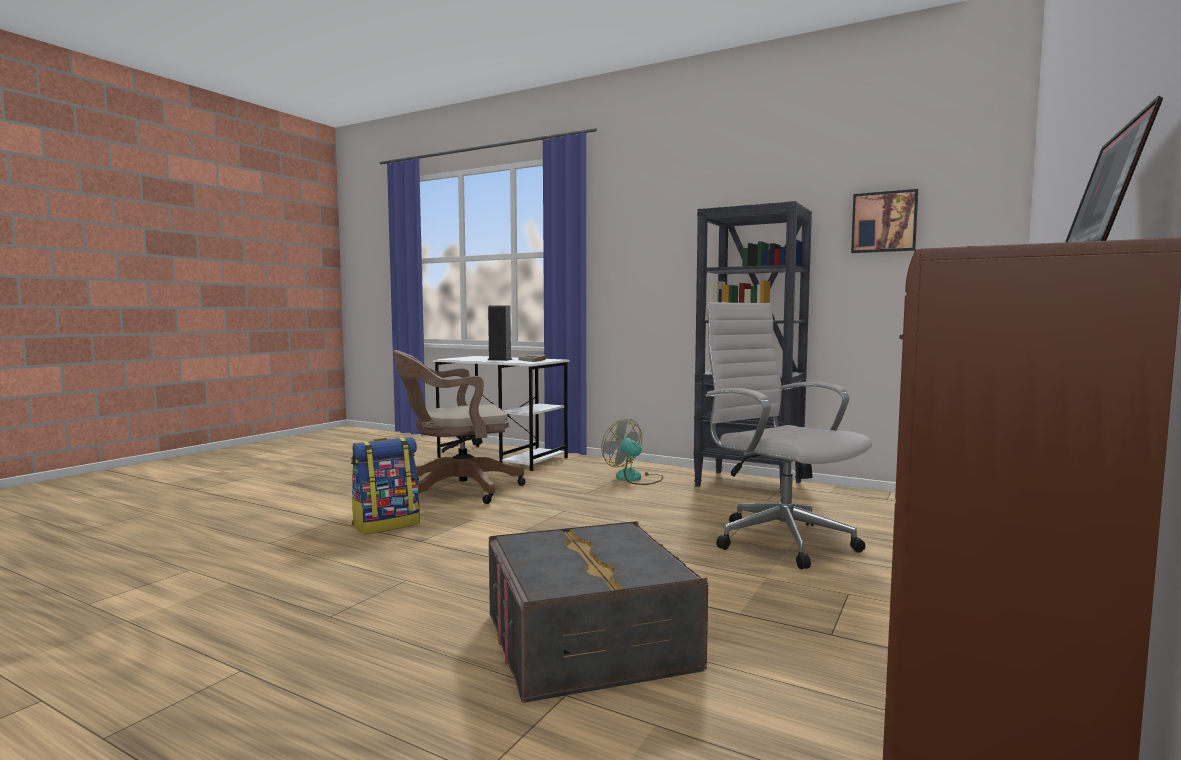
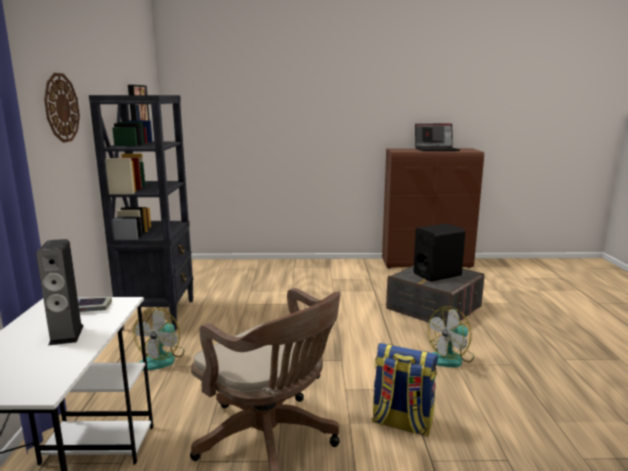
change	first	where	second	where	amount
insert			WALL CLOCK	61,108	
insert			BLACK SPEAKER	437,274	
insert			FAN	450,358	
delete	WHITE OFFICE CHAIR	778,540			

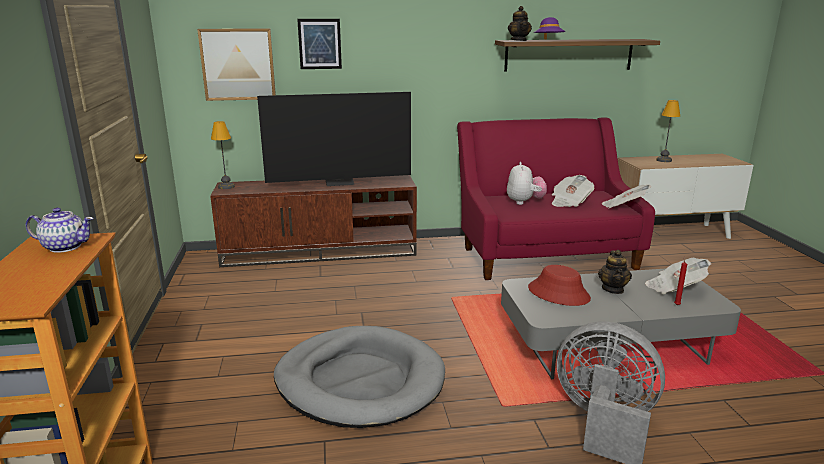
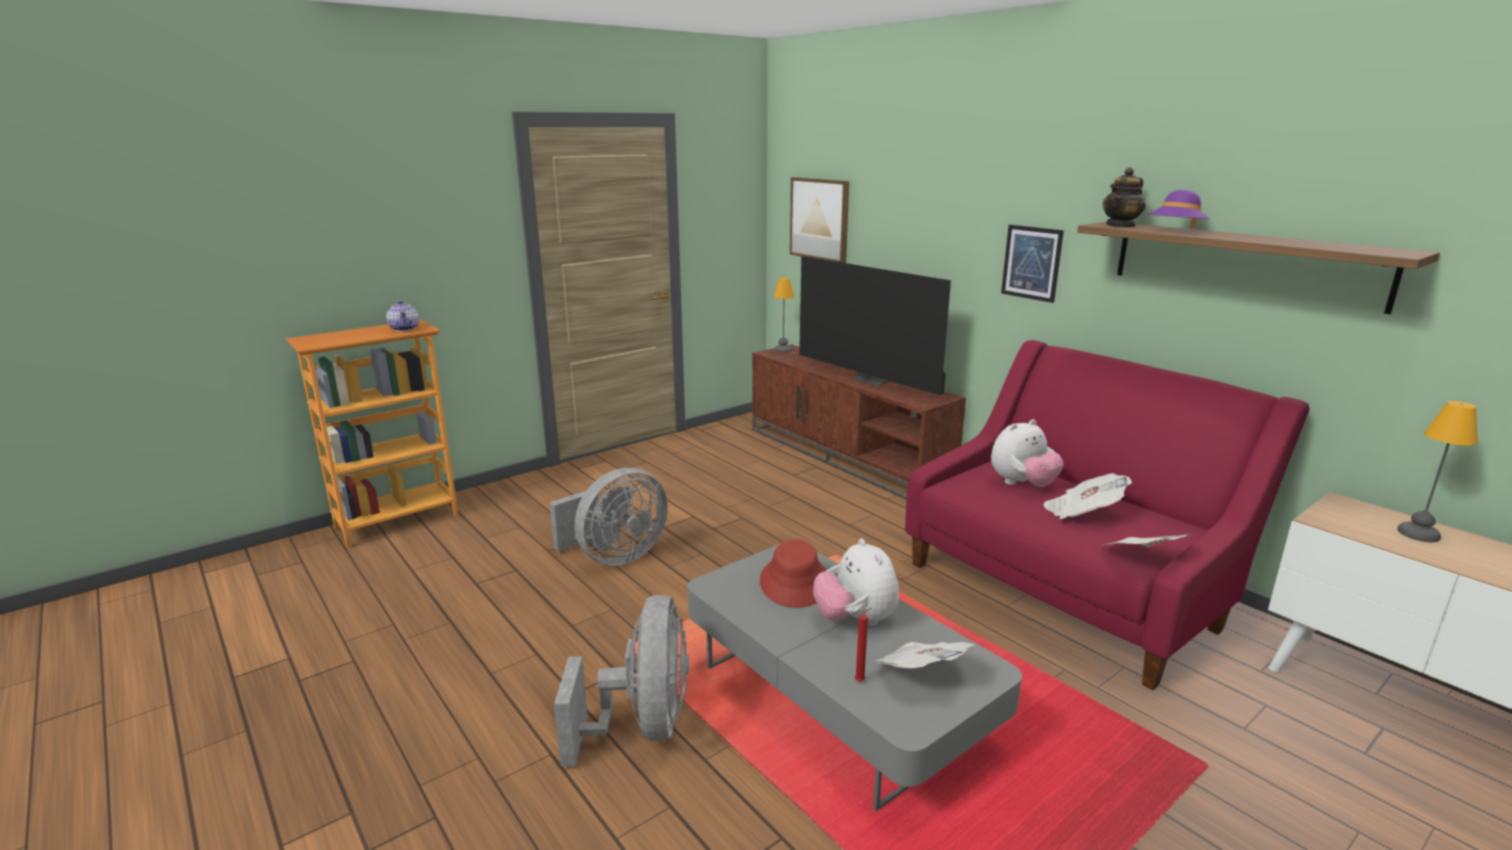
change	first	where	second	where	amount
replace	GREY DOG BED	360,381	GREY FAN	615,557	
replace	TEAPOT	613,289	PLUSH TOY	855,619	
move	PICTURE	319,44		1031,263	

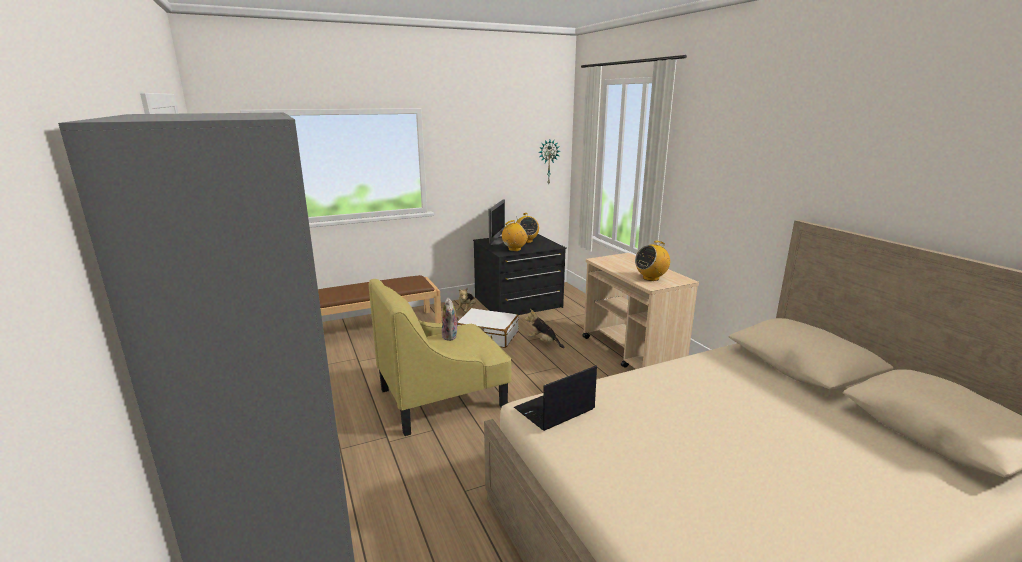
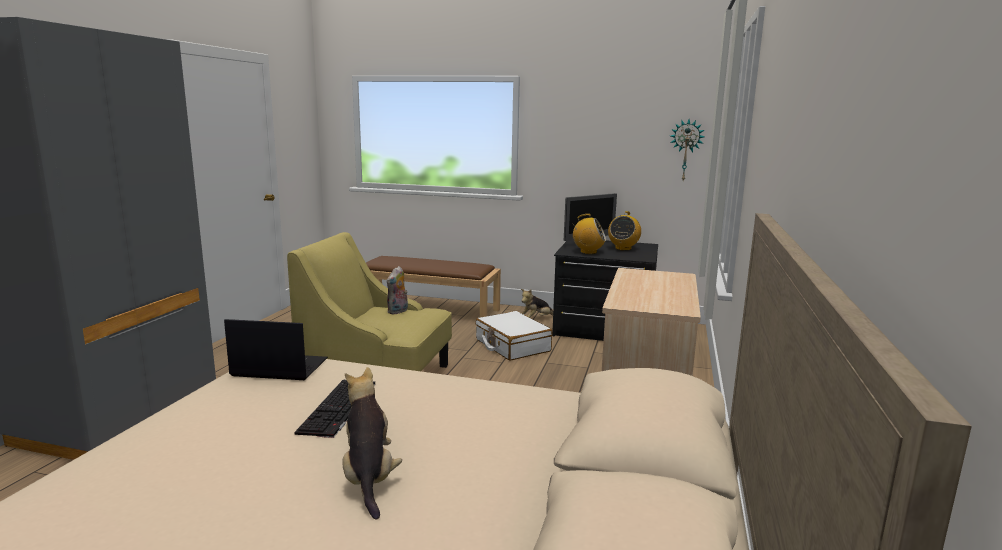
change	first	where	second	where	amount
insert			KEYBOARD	339,408	
move	PLUSH TOY	543,342		369,477	
delete	RADIO	651,278			

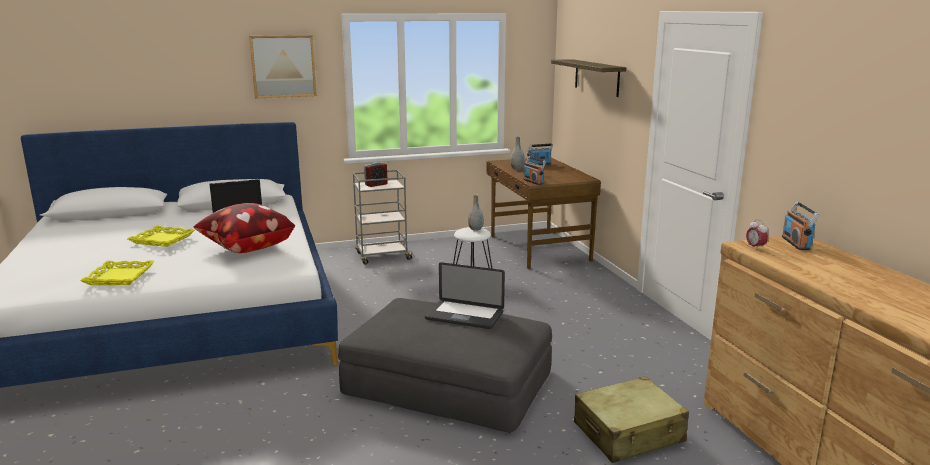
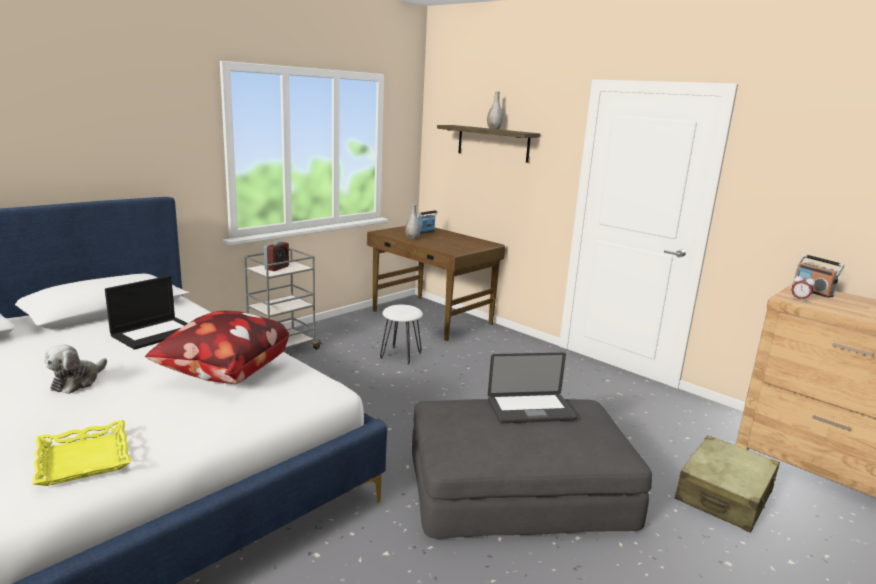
change	first	where	second	where	amount
replace	YELLOW TRAY	163,240	PLUSH TOY	77,381	
move	GREY VASE	475,229		494,129	
delete	PICTURE	283,66			
delete	RADIO	533,181			

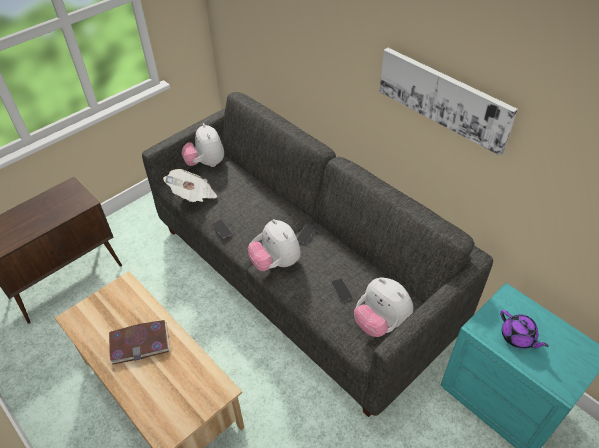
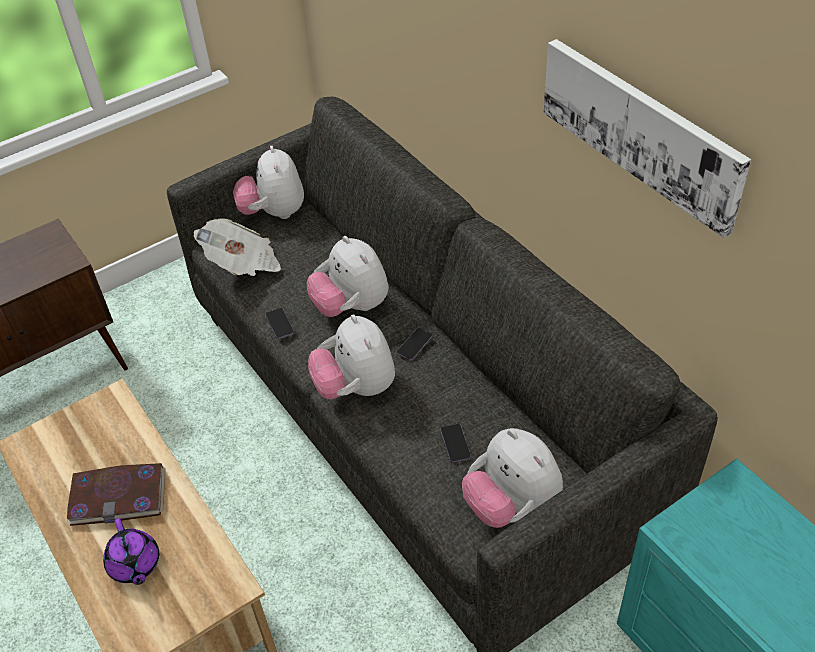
change	first	where	second	where	amount
move	PURPLE TEAPOT	518,337		134,564	
insert			PLUSH TOY	351,306	

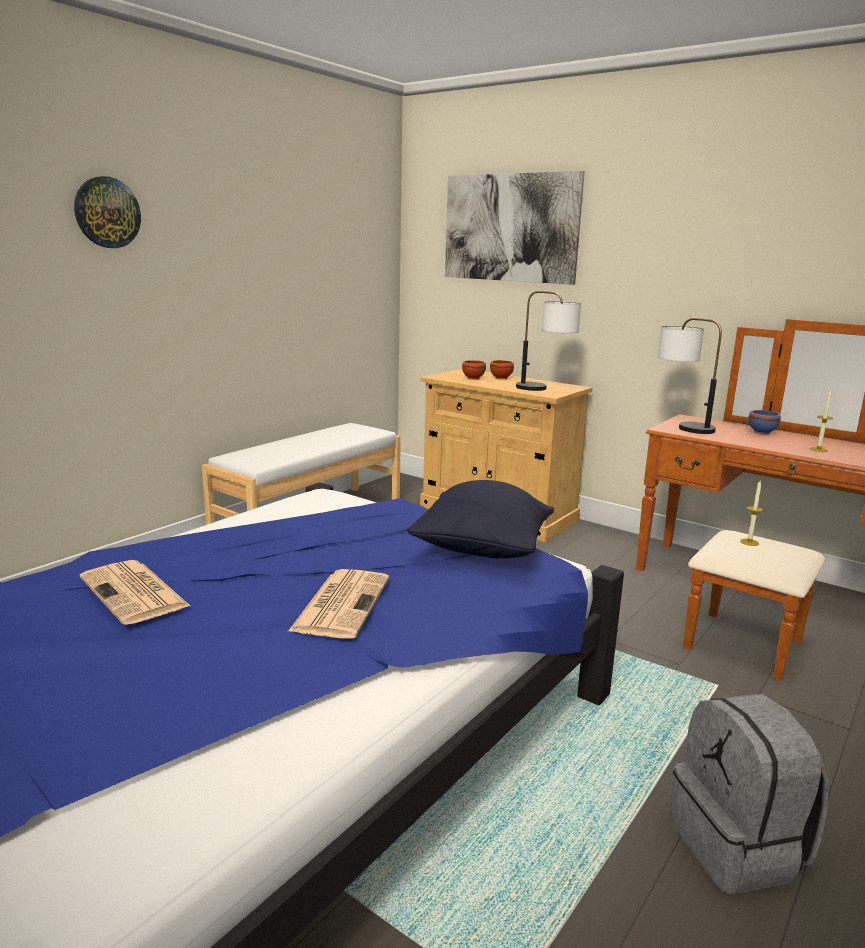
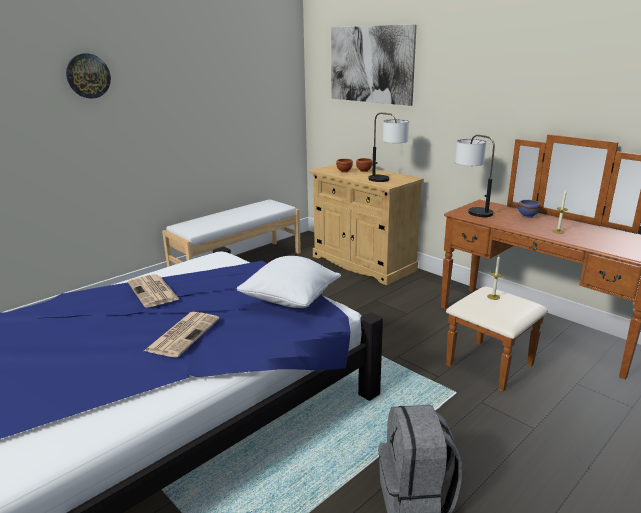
change	first	where	second	where	amount
move	NEWSPAPER	135,593		153,291	
recolor	BLACK PILLOW	482,551	WHITE PILLOW	290,301	

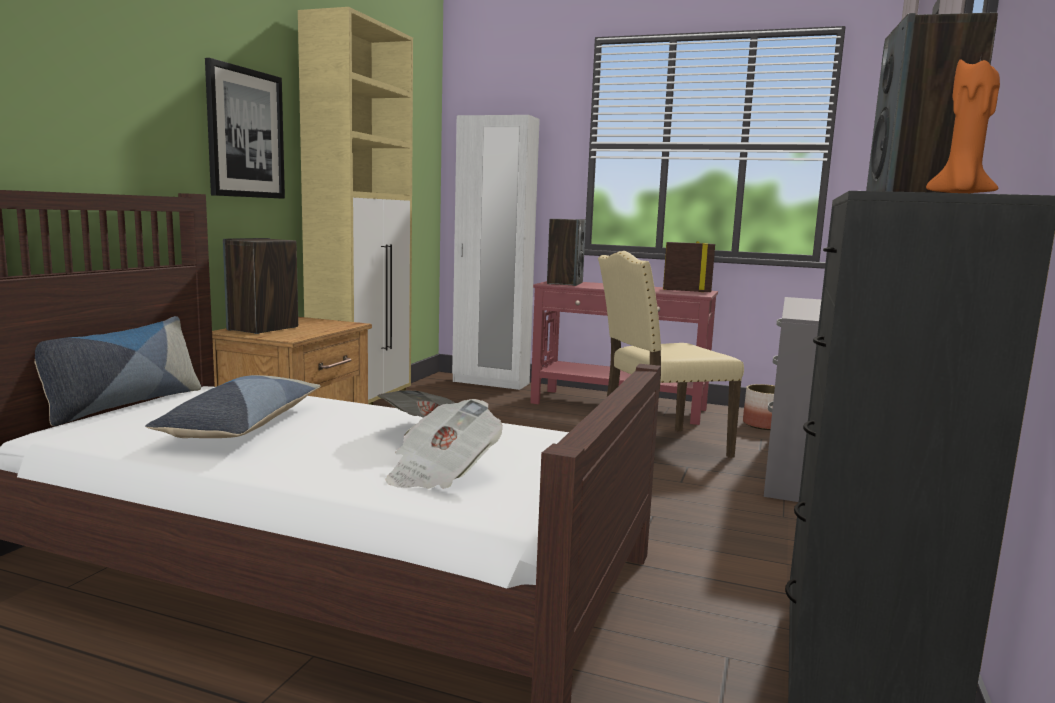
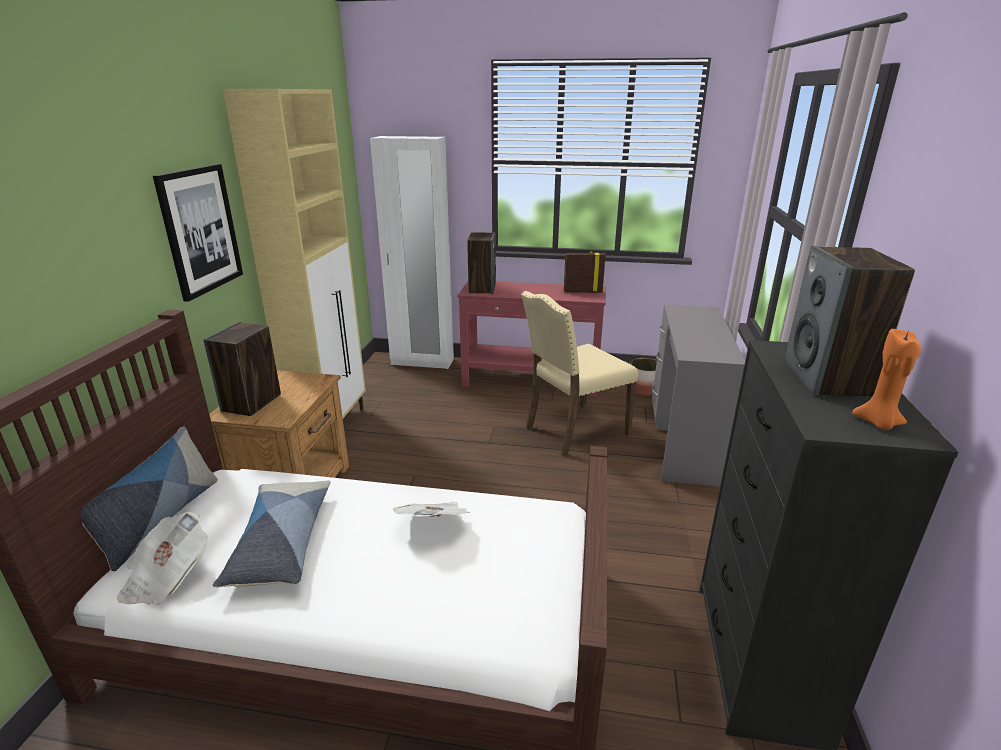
change	first	where	second	where	amount
move	NEWSPAPER	441,473		167,577	

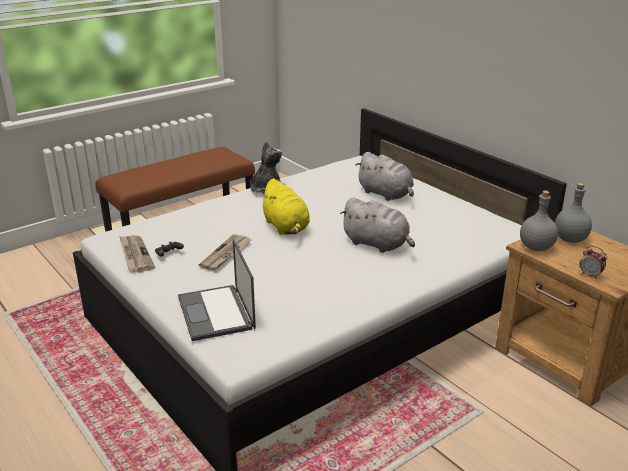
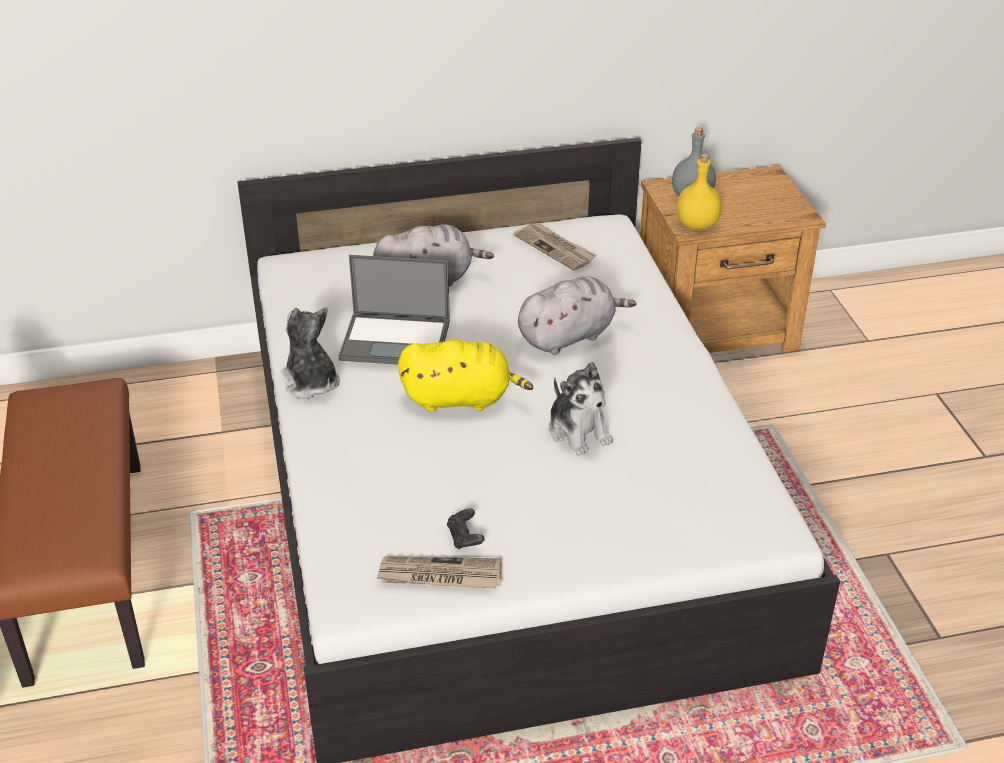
change	first	where	second	where	amount
move	LAPTOP	216,313		397,340	
move	NEWSPAPER	226,254		555,248	
insert			PLUSH TOY	578,431	
recolor	GREY BOTTLE	536,248	YELLOW BOTTLE	698,225	
delete	ALARM CLOCK	590,275			

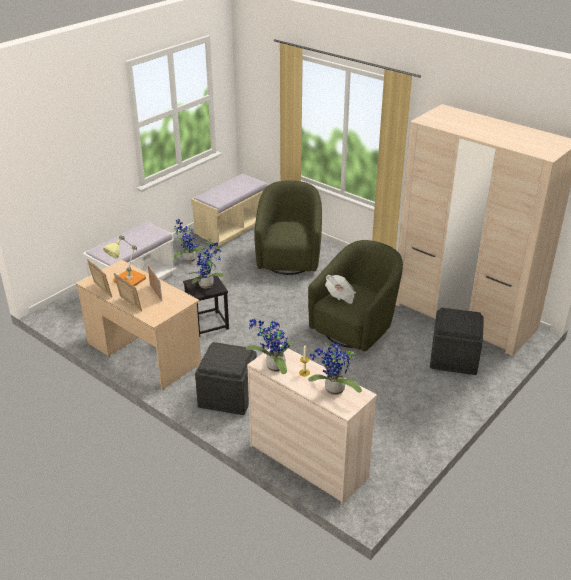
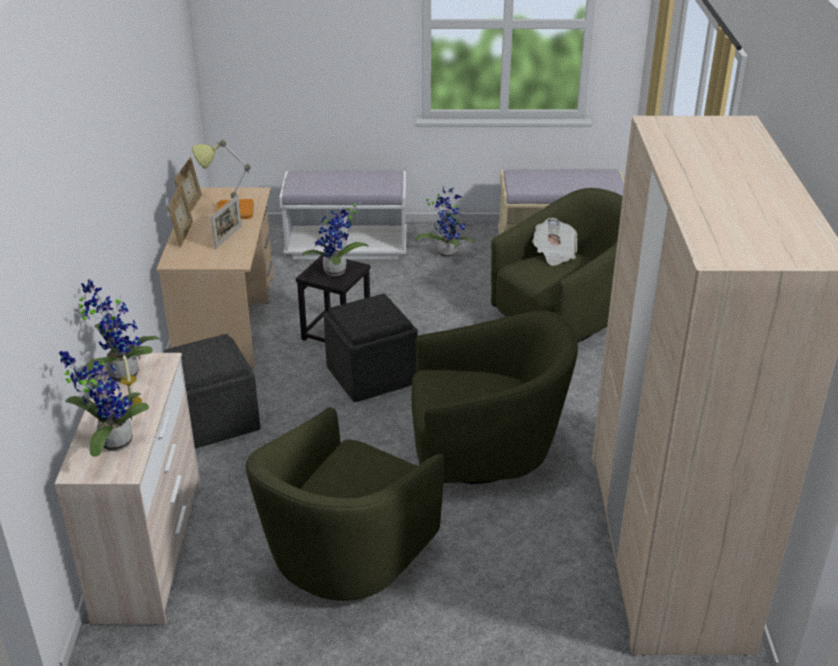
change	first	where	second	where	amount
insert			GREEN ARMCHAIR	345,557	
move	GREY OTTOMAN	453,358		372,374	
move	NEWSPAPER	340,296		554,253	

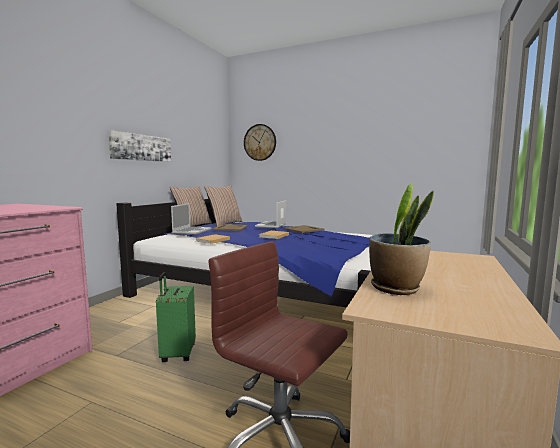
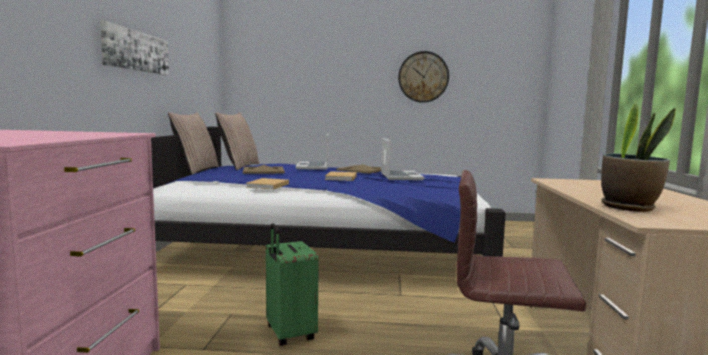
change	first	where	second	where	amount
move	LAPTOP	192,231		400,176	
move	WALL CLOCK	260,142		423,77	

